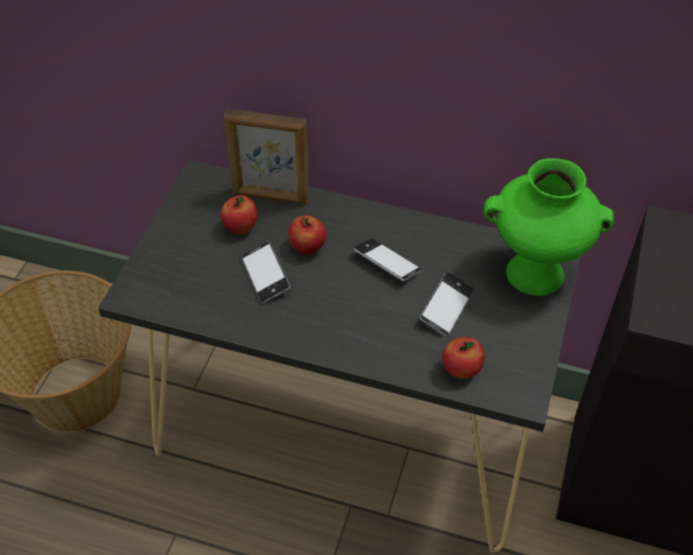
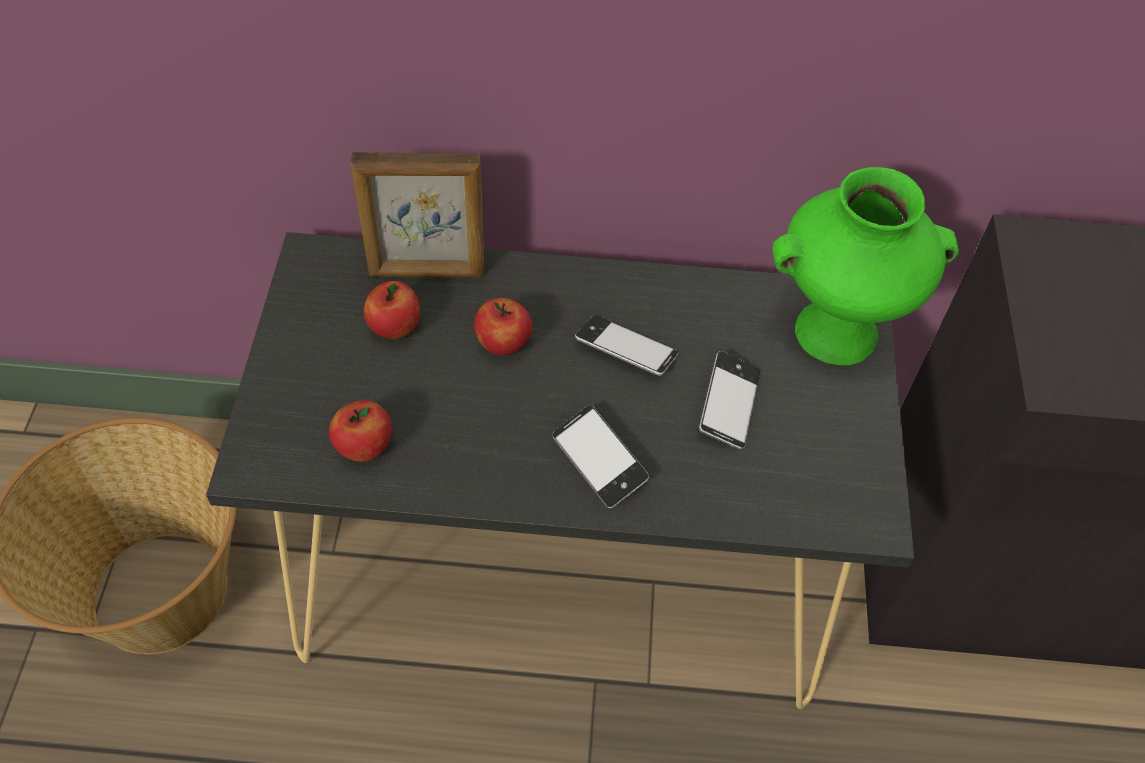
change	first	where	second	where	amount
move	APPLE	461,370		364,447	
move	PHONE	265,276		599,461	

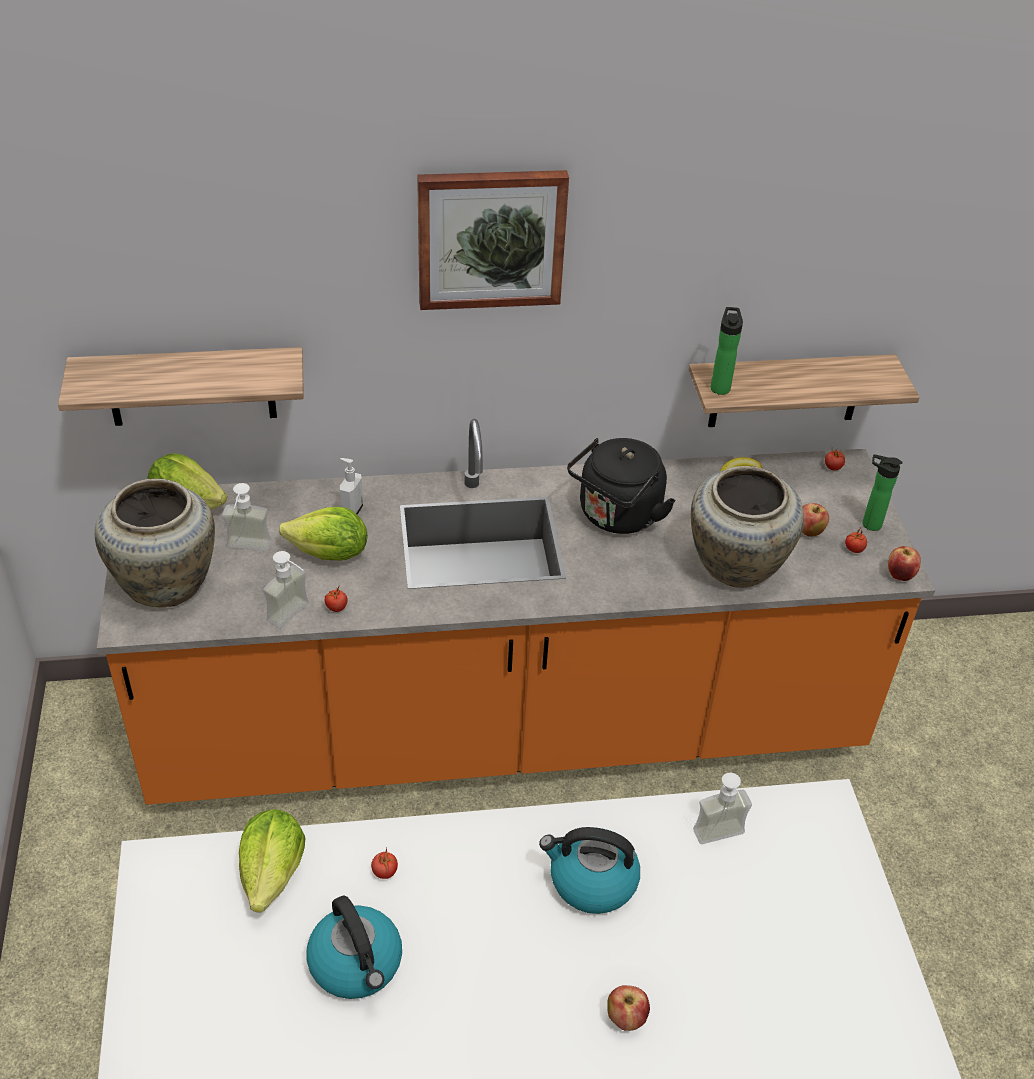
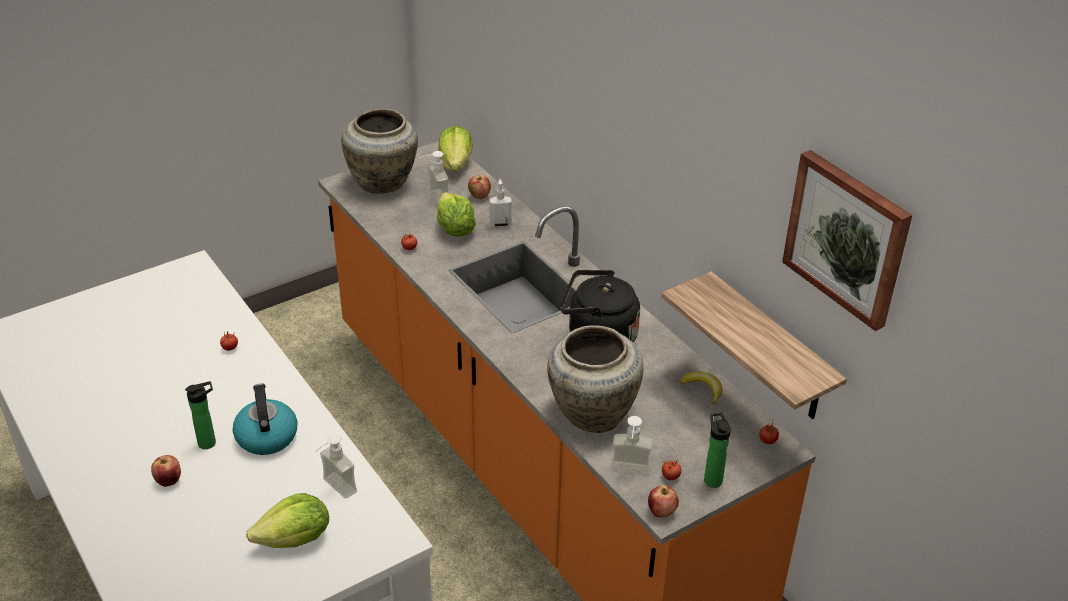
change	first	where	second	where	amount
move	BOTTLE	720,386		210,442	
move	LETTUCE	273,873		295,540	
move	APPLE	809,531		479,196	
move	SOAP DISPENSER	295,616		629,474	
move	PICTURE	490,238		847,238	
delete	SHELF	191,386			
delete	KETTLE	357,964			

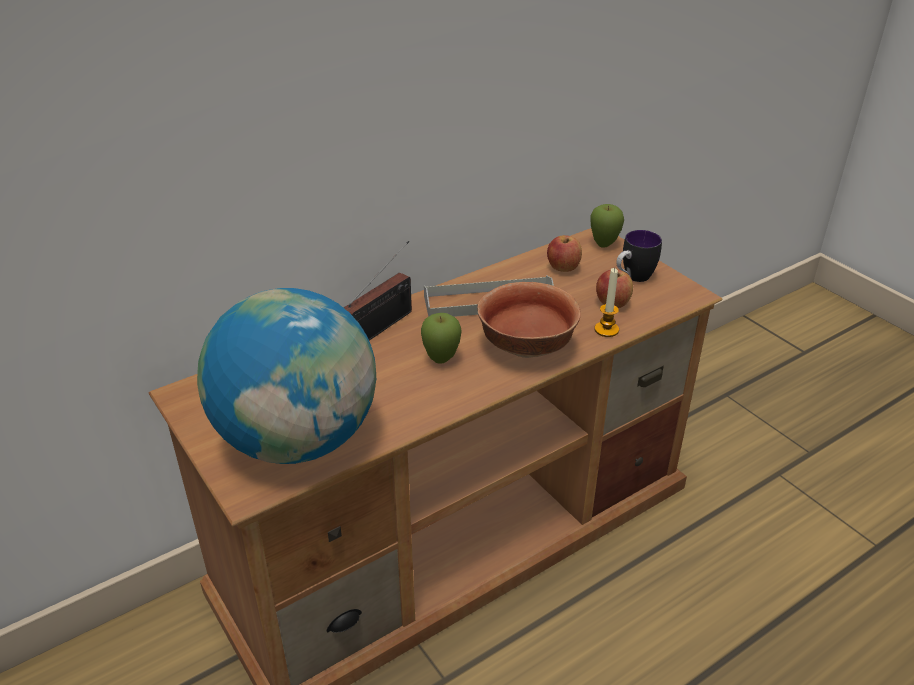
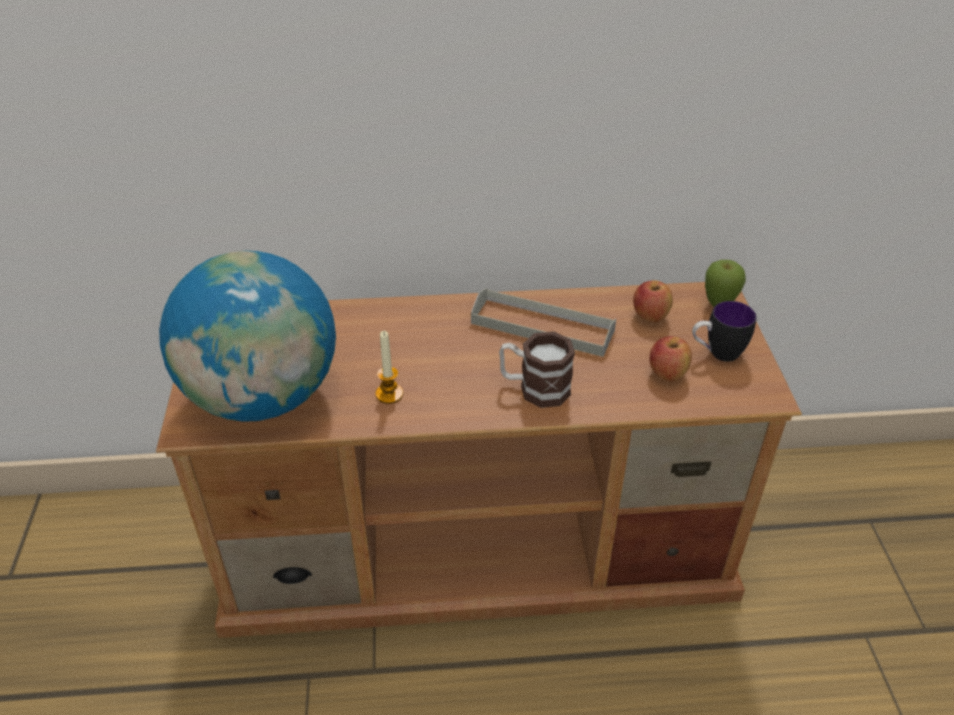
change	first	where	second	where	amount
move	CANDLE	606,330		389,394	
replace	BOWL	525,348	MUG	534,388	
delete	RADIO	383,326			
delete	APPLE	441,360			

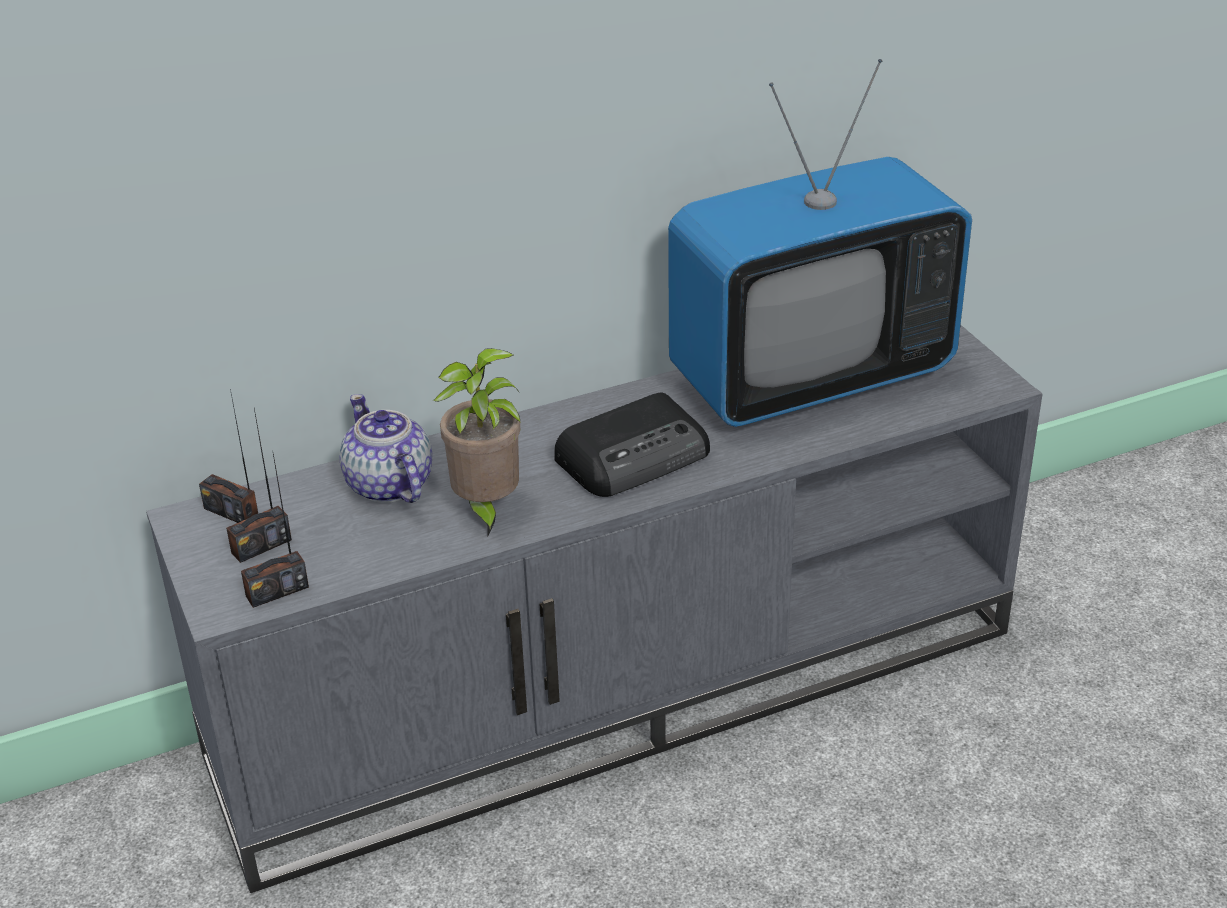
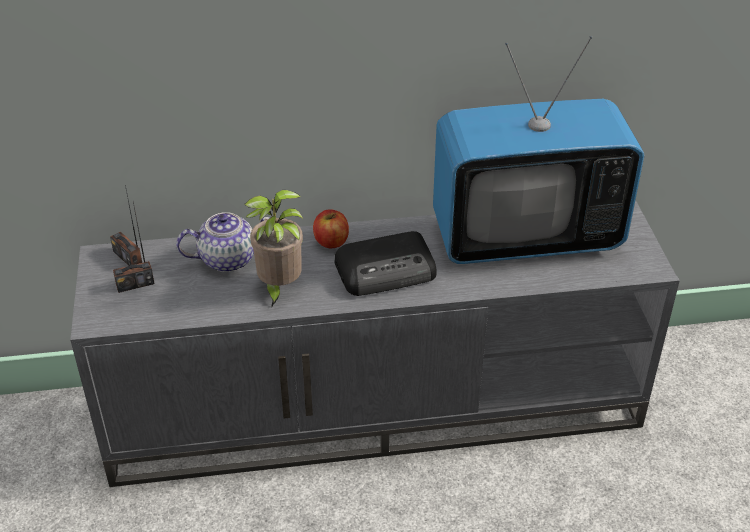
change	first	where	second	where	amount
rotate	TEAPOT	389,486		227,259	90 degrees clockwise
insert			APPLE	331,241	
delete	RADIO	277,591			

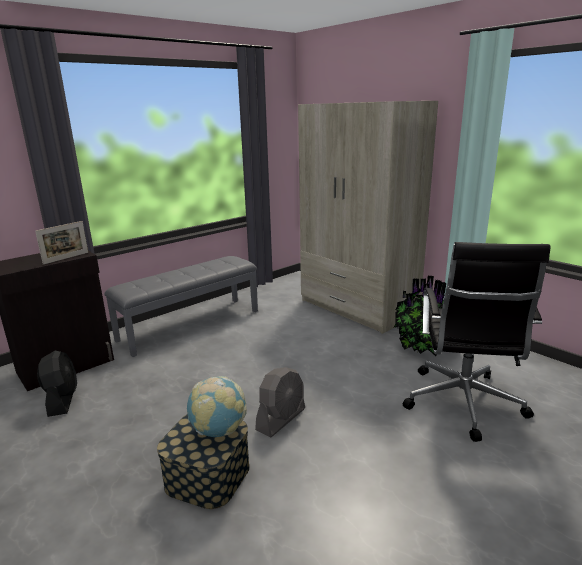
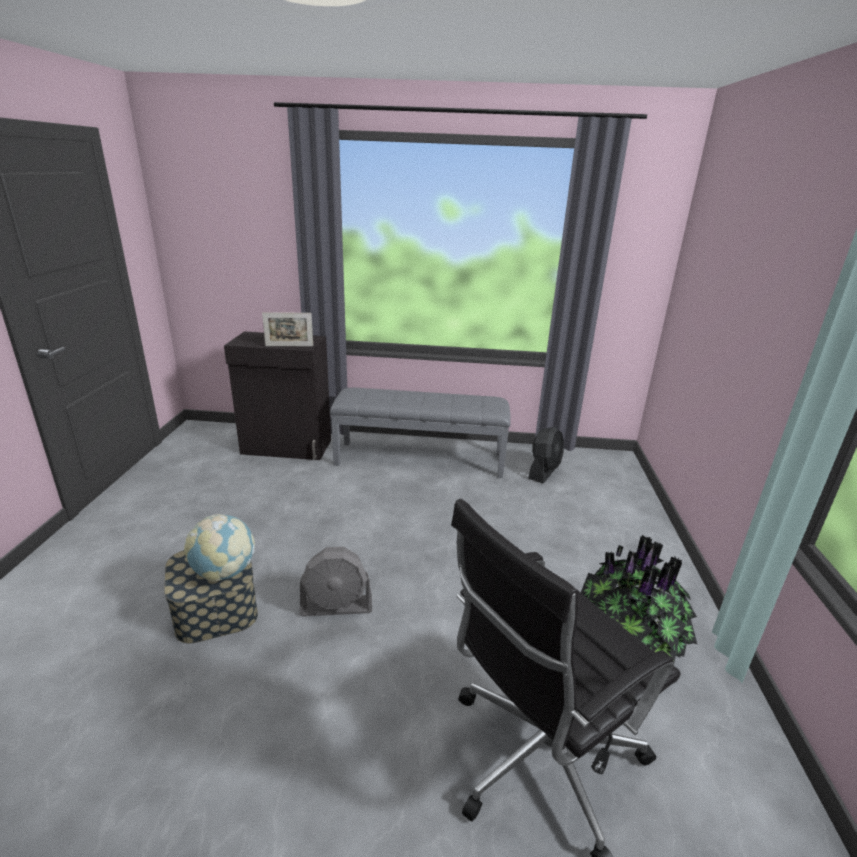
change	first	where	second	where	amount
move	BLACK FAN	62,400		544,471	
delete	BEIGE WARDROBE	357,307			

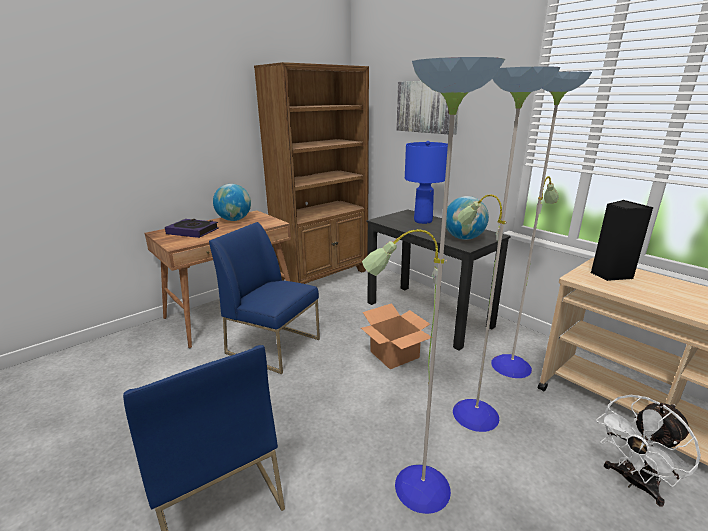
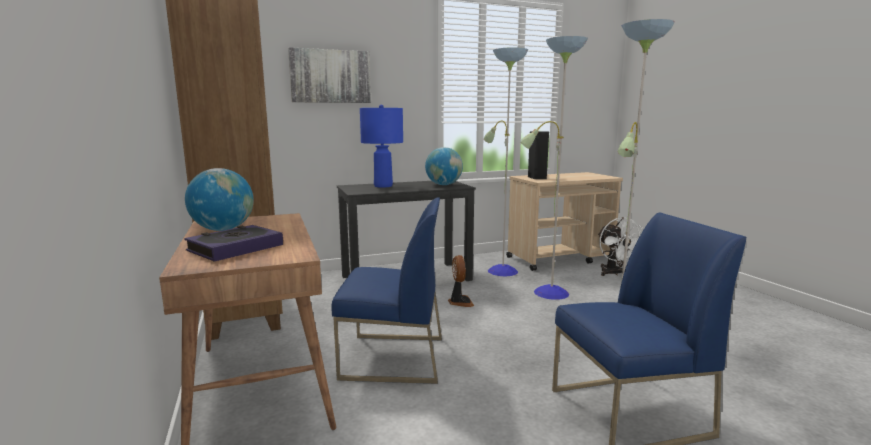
change	first	where	second	where	amount
rotate	BLUE CHAIR	274,346		392,358	135 degrees counterclockwise
replace	CARDBOARD BOX	395,354	FAN	460,302	

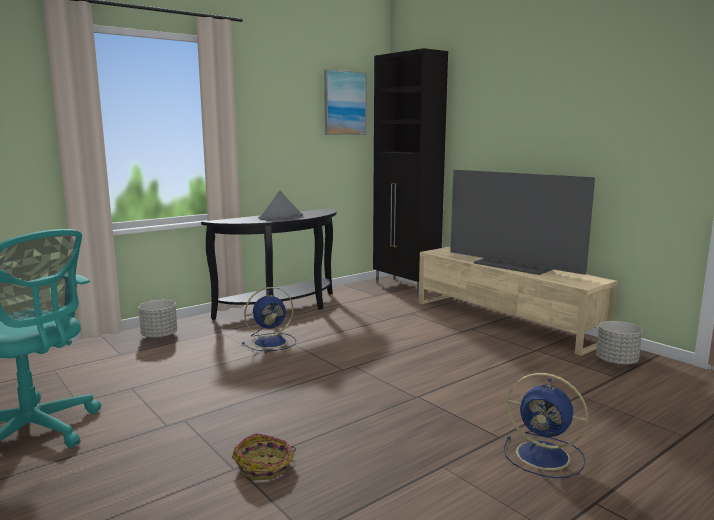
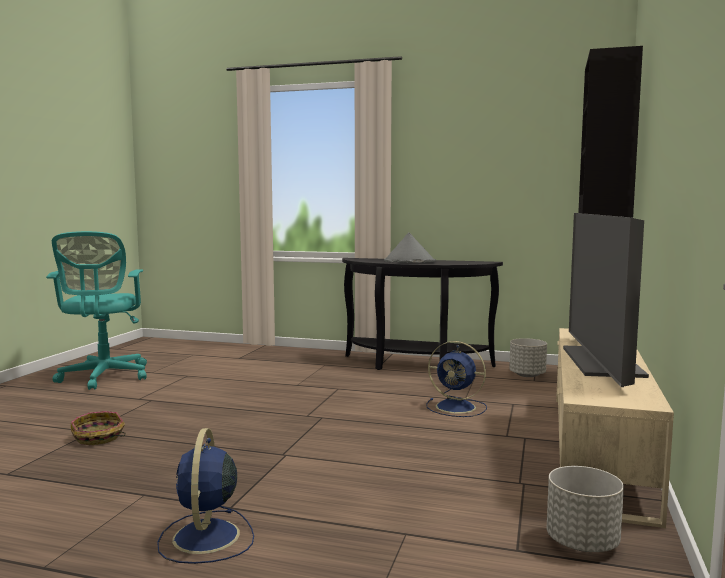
change	first	where	second	where	amount
move	BLUE FAN	272,342		457,407	
move	GREY PLANTER	159,336		527,375	
delete	PICTURE	344,103			

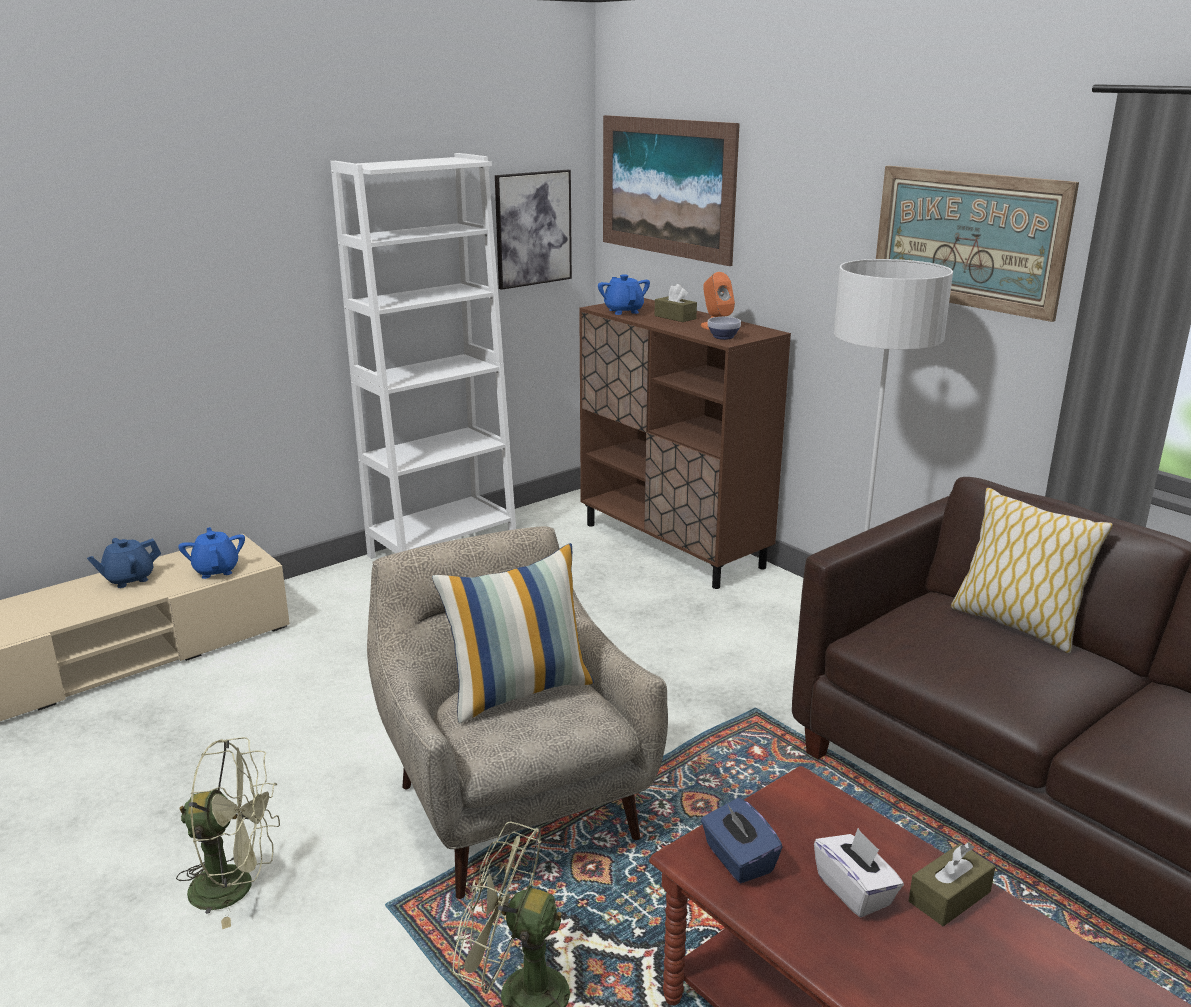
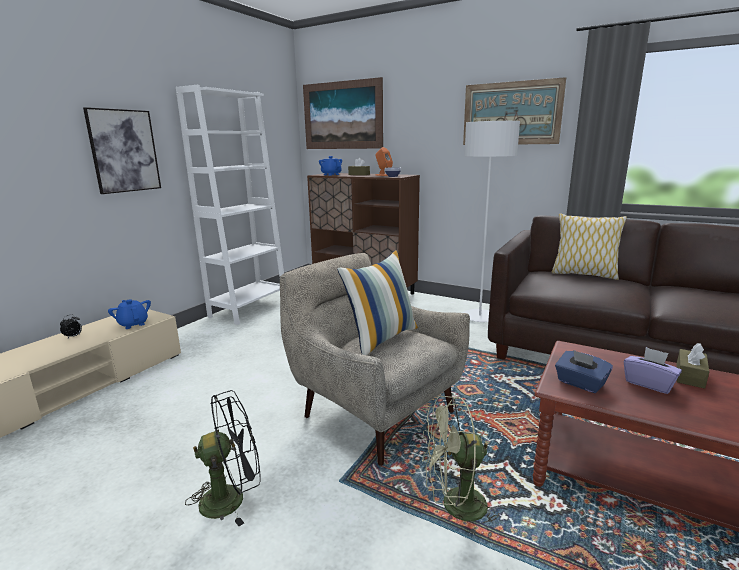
change	first	where	second	where	amount
replace	BLUE TEAPOT	129,579	ALARM CLOCK	73,336	
move	PICTURE	533,228		124,151	
recolor	GREEN FAN	236,886	BLACK FAN	232,497	
recolor	WHITE TISSUE BOX	855,891	PURPLE TISSUE BOX	649,383	

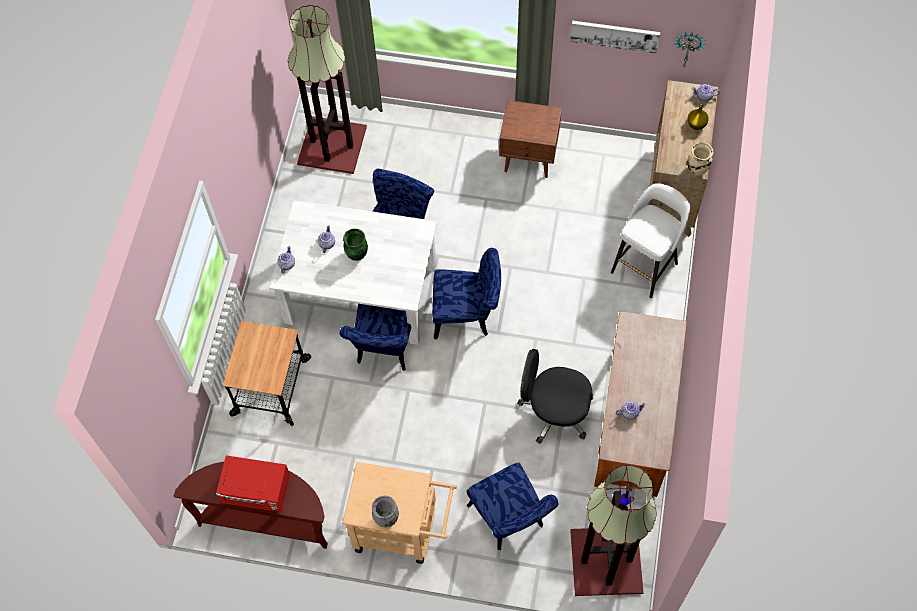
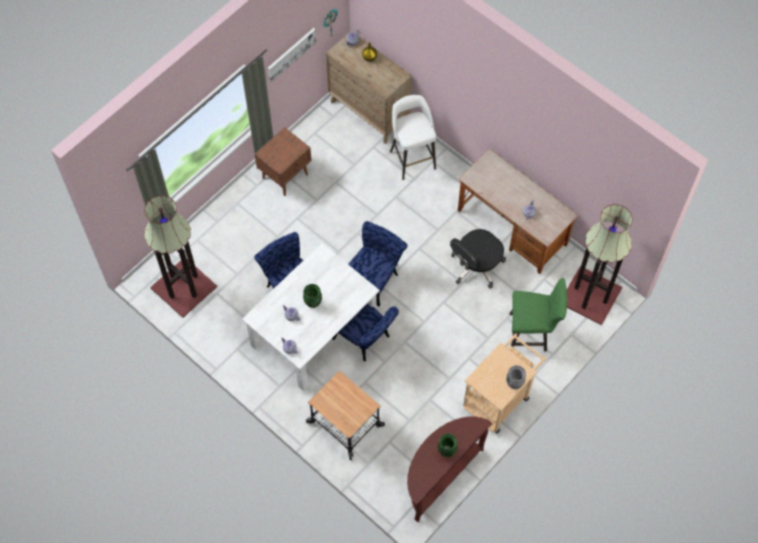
change	first	where	second	where	amount
replace	RED MICROWAVE	257,491	GREEN VASE	446,450	
replace	BLUE CHAIR	509,520	GREEN STOOL	532,333	
delete	BEIGE VASE	696,170			

